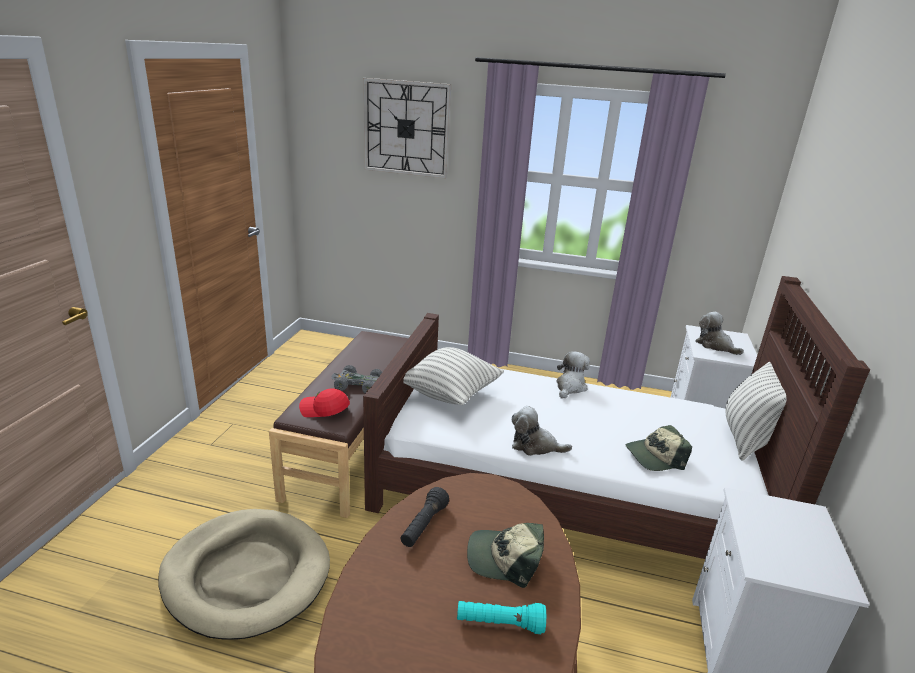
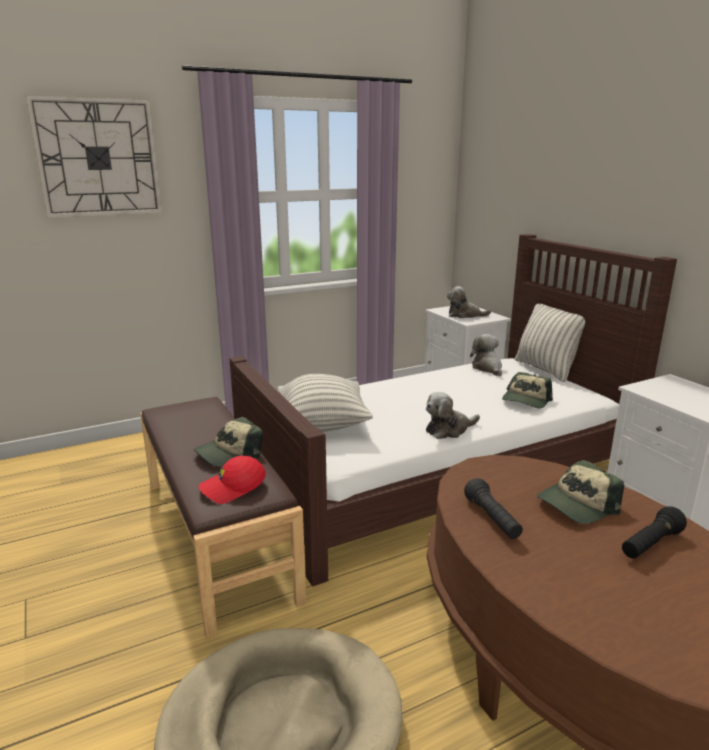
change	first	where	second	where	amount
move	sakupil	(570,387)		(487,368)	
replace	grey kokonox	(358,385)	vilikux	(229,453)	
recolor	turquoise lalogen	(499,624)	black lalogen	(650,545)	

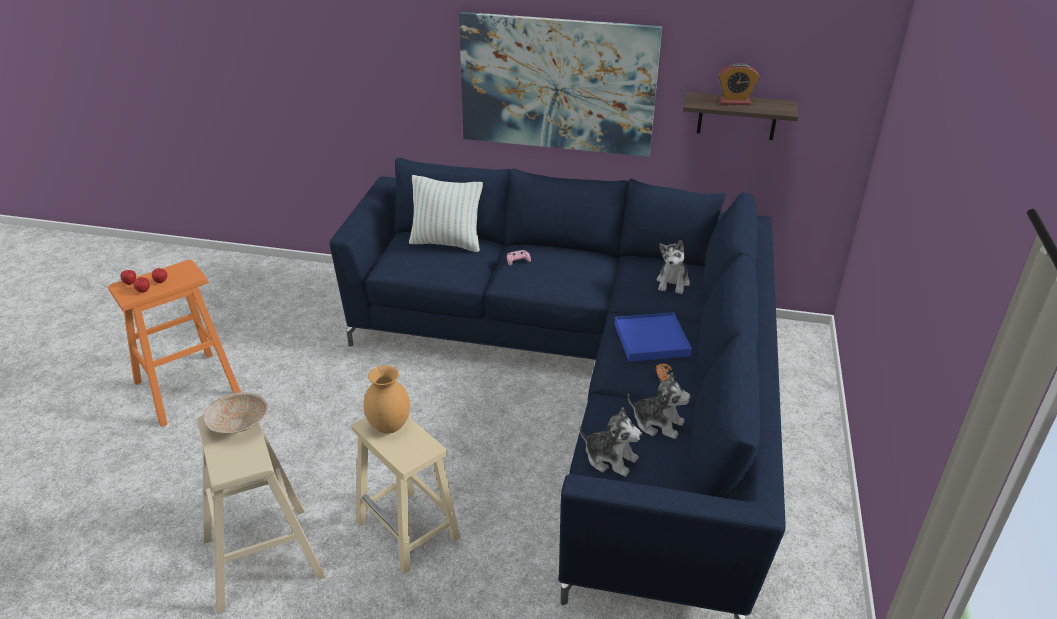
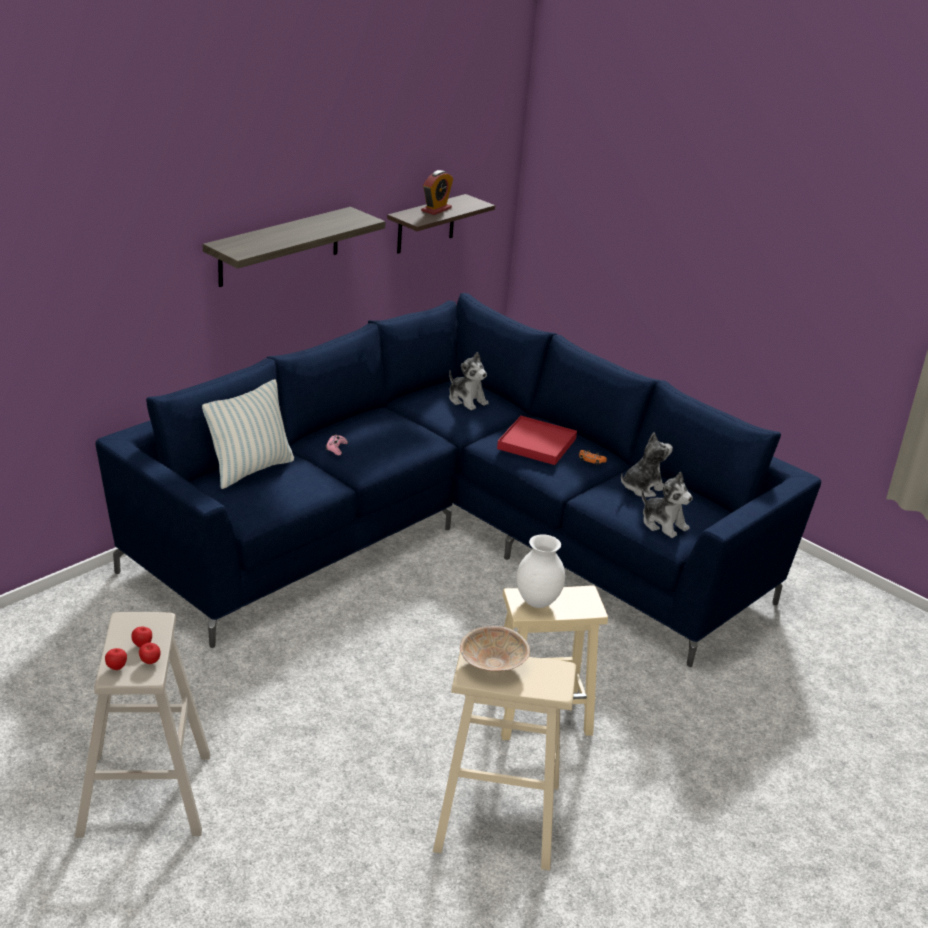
change	first	where	second	where	amount
replace	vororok	(557,84)	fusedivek	(279,247)	
recolor	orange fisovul	(187,388)	beige fisovul	(145,793)	
recolor	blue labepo	(651,340)	red labepo	(537,444)	
recolor	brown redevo	(388,427)	white redevo	(537,602)	
rotate	sakupil	(610,458)		(663,524)	75 degrees clockwise

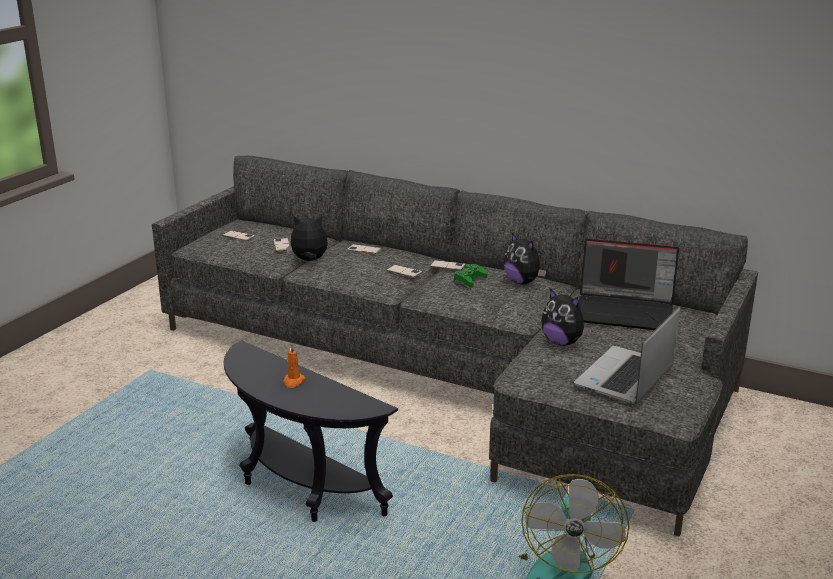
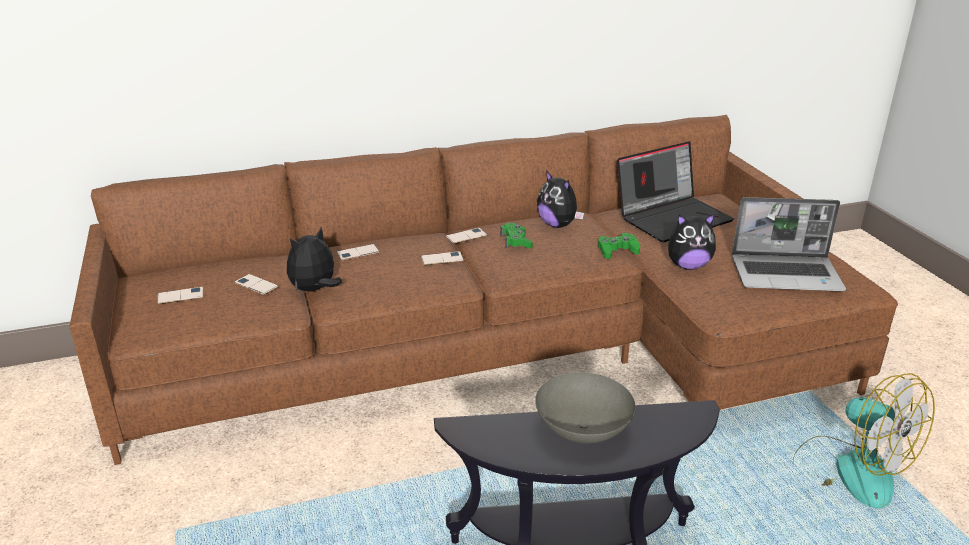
change	first	where	second	where	amount
recolor	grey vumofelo	(455,374)	brown vumofelo	(504,350)	
rotate	sakupil	(522,282)		(558,225)	45 degrees clockwise
rotate	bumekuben	(625,378)		(787,274)	75 degrees counterclockwise
replace	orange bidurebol	(293,381)	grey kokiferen	(582,432)	
insert			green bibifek	(617,250)	

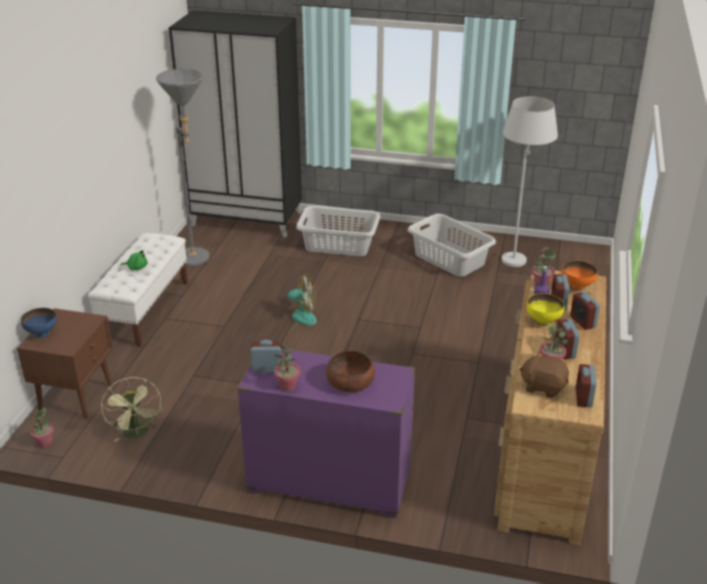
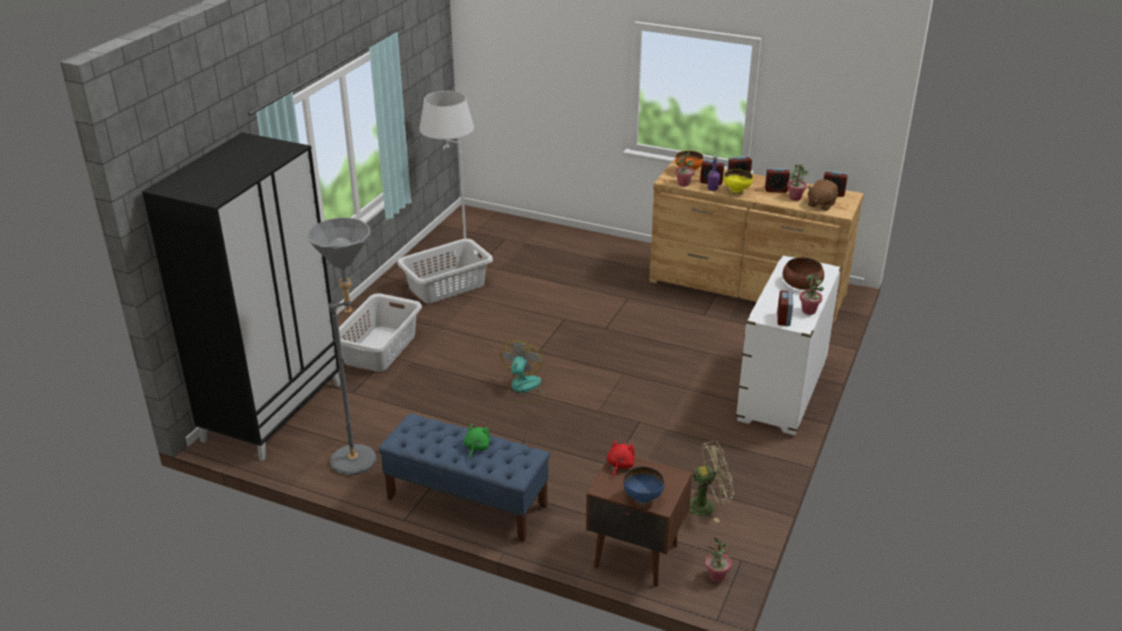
change	first	where	second	where	amount
recolor	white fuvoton	(145,310)	blue fuvoton	(466,502)	
recolor	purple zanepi	(329,482)	white zanepi	(782,391)	
insert			red sakupil	(620,465)	

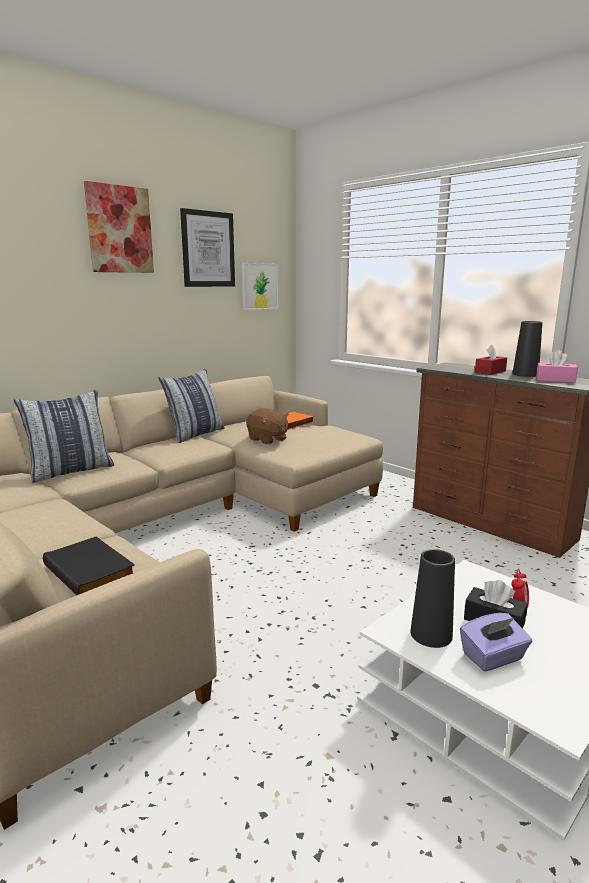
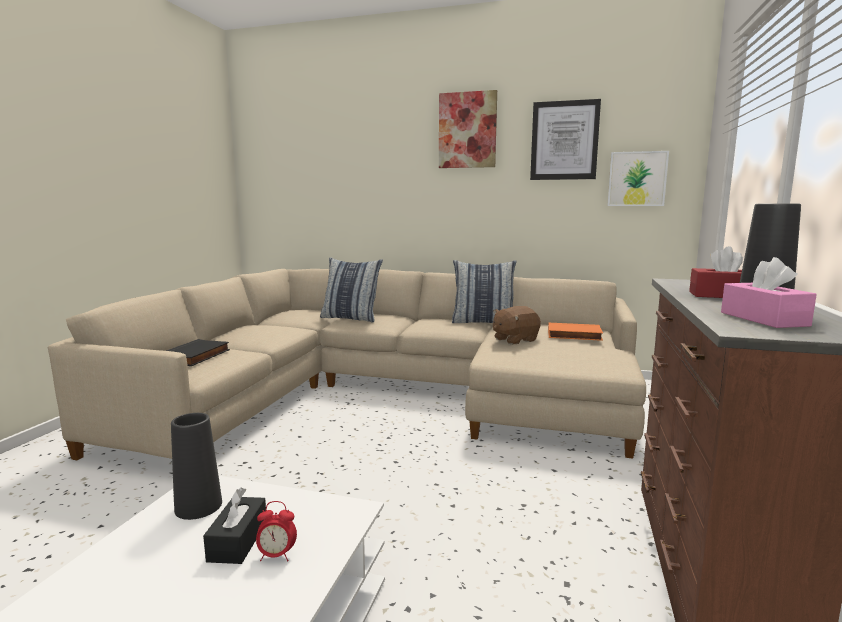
change	first	where	second	where	amount
rotate	brown sakupil	(267,439)		(514,340)	45 degrees clockwise
delete	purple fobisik	(493,657)			

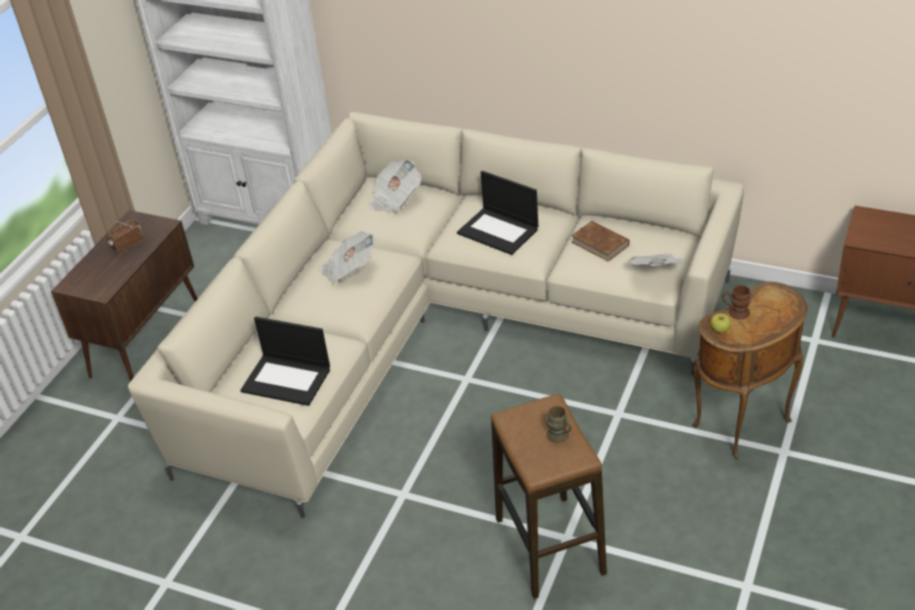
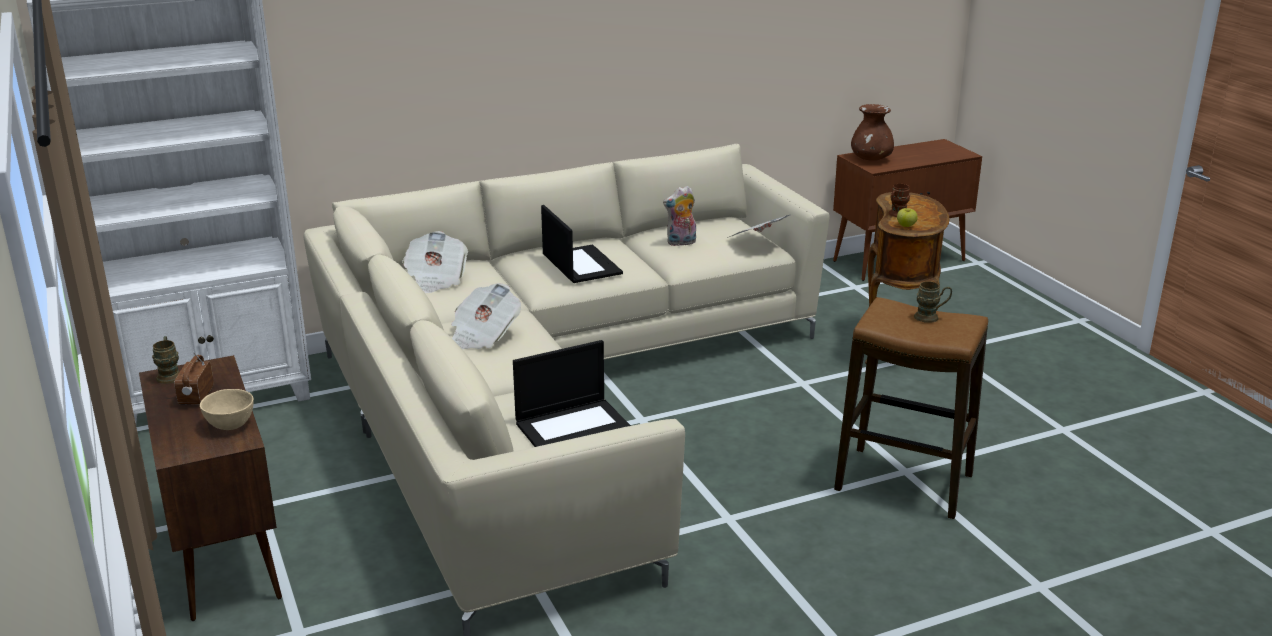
change	first	where	second	where	amount
rotate	bumekuben	(499,231)		(580,264)	105 degrees counterclockwise
replace	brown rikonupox	(600,243)	sakupil	(681,243)	
insert			brown redevo	(871,159)	
insert			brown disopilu	(169,375)	
insert			beige kokiferen	(230,425)	

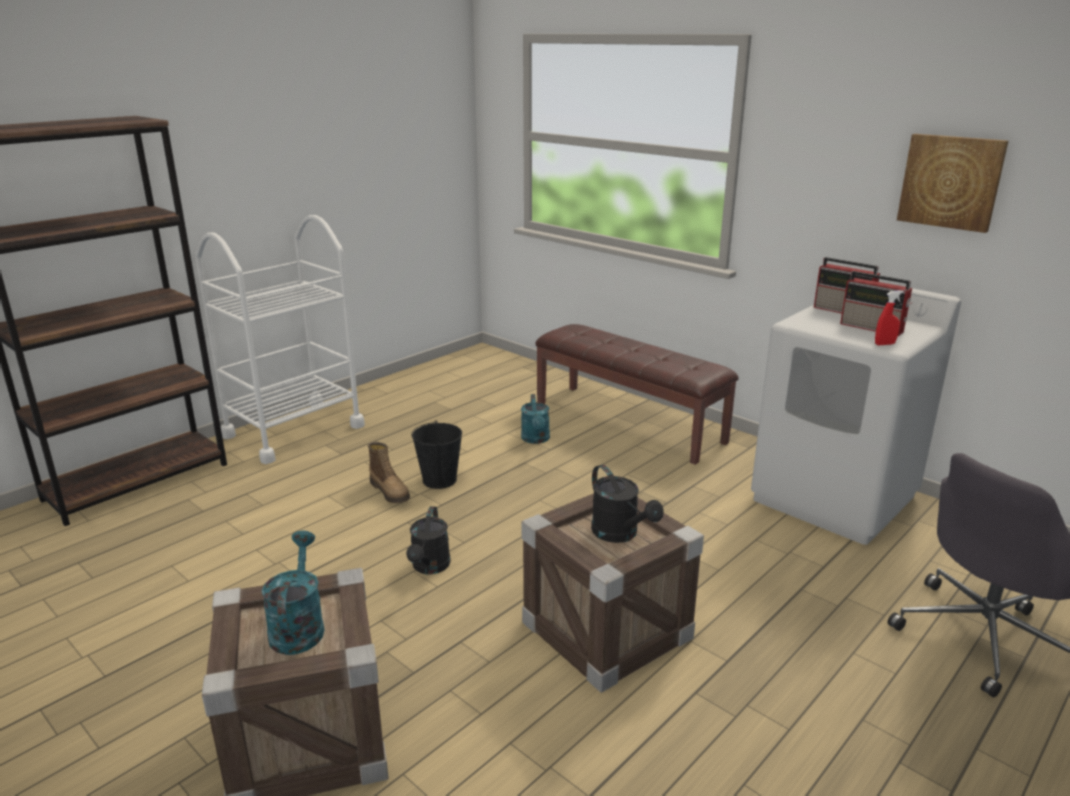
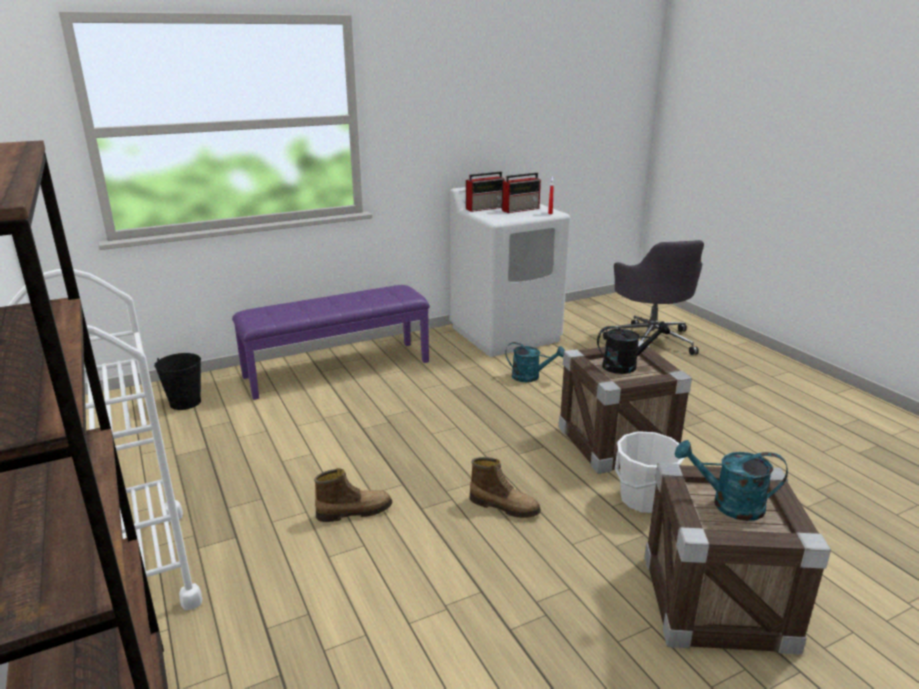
change	first	where	second	where	amount
delete	vororok	(951,182)			
recolor	brown fuvoton	(629,422)	purple fuvoton	(337,368)	
move	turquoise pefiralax	(536,439)		(531,377)	
move	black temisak	(440,480)		(185,402)	
replace	black pefiralax	(429,567)	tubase	(504,506)	
insert			white temisak	(644,499)	

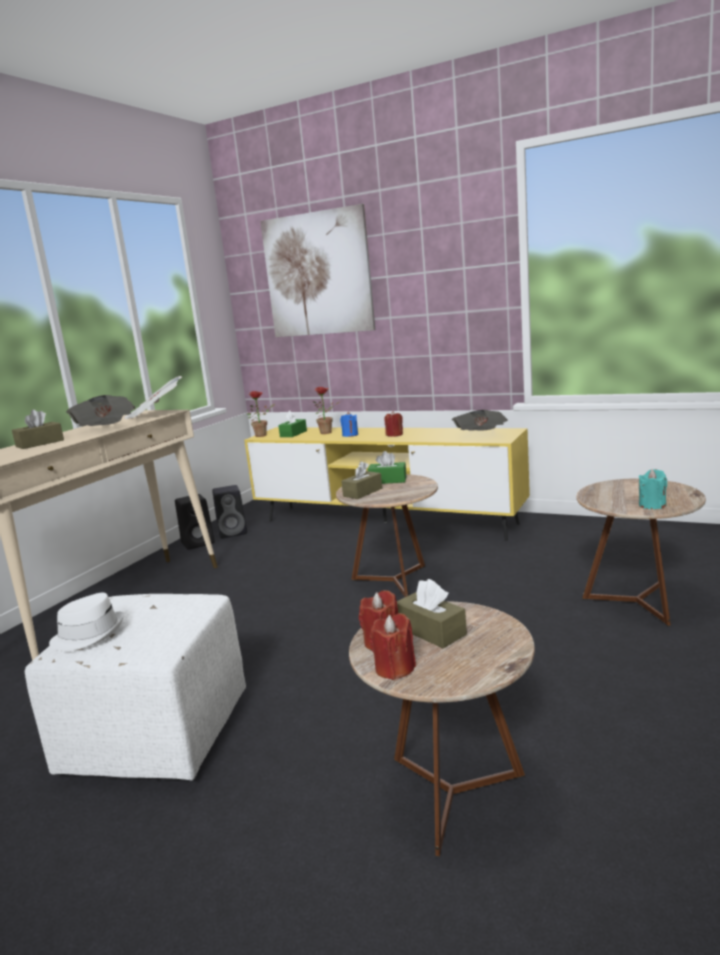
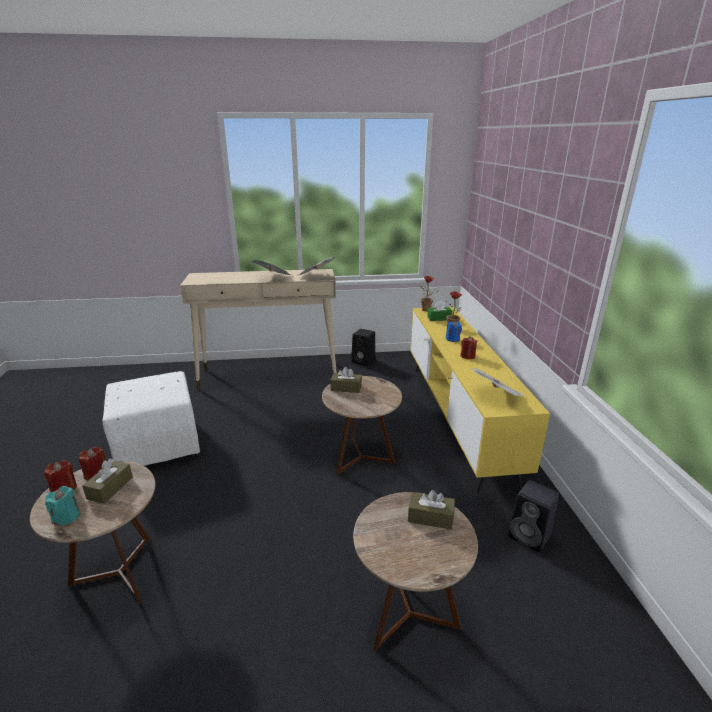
change	first	where	second	where	amount
delete	vororok	(318,274)			
move	brown fobisik	(40,443)		(430,517)	
delete	green fobisik	(387,480)			
move	turquoise bidurebol	(652,505)		(67,517)	
move	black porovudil	(233,532)		(530,536)	
delete	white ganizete	(89,634)			

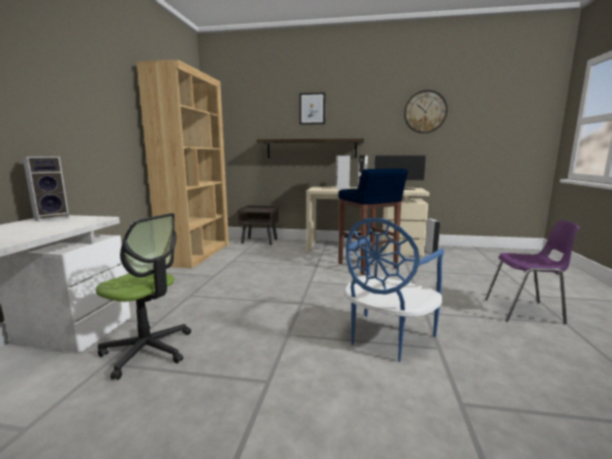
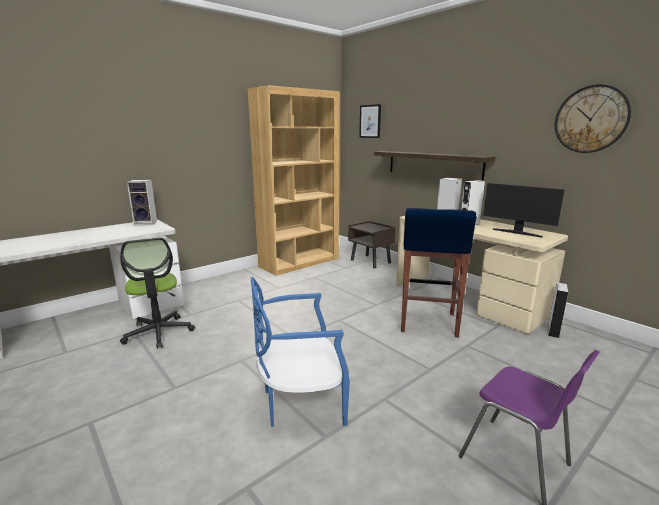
change	first	where	second	where	amount
move	vororok	(312,108)		(370,121)	

